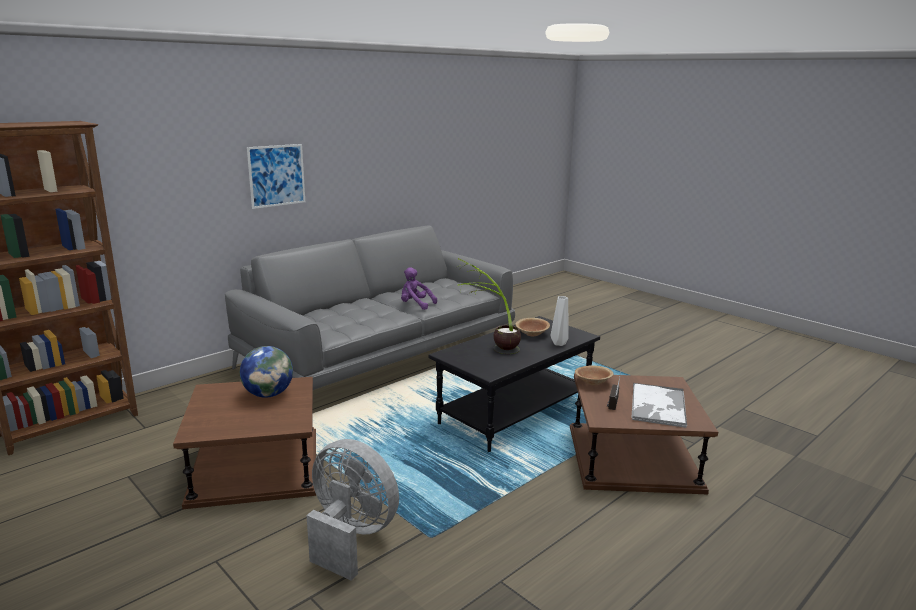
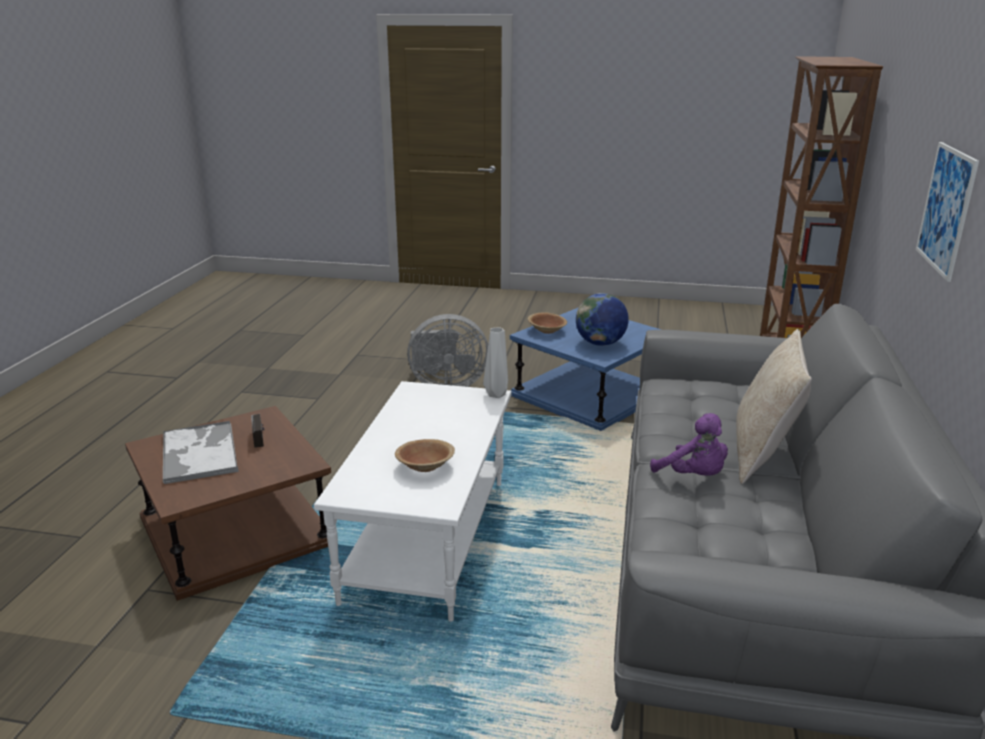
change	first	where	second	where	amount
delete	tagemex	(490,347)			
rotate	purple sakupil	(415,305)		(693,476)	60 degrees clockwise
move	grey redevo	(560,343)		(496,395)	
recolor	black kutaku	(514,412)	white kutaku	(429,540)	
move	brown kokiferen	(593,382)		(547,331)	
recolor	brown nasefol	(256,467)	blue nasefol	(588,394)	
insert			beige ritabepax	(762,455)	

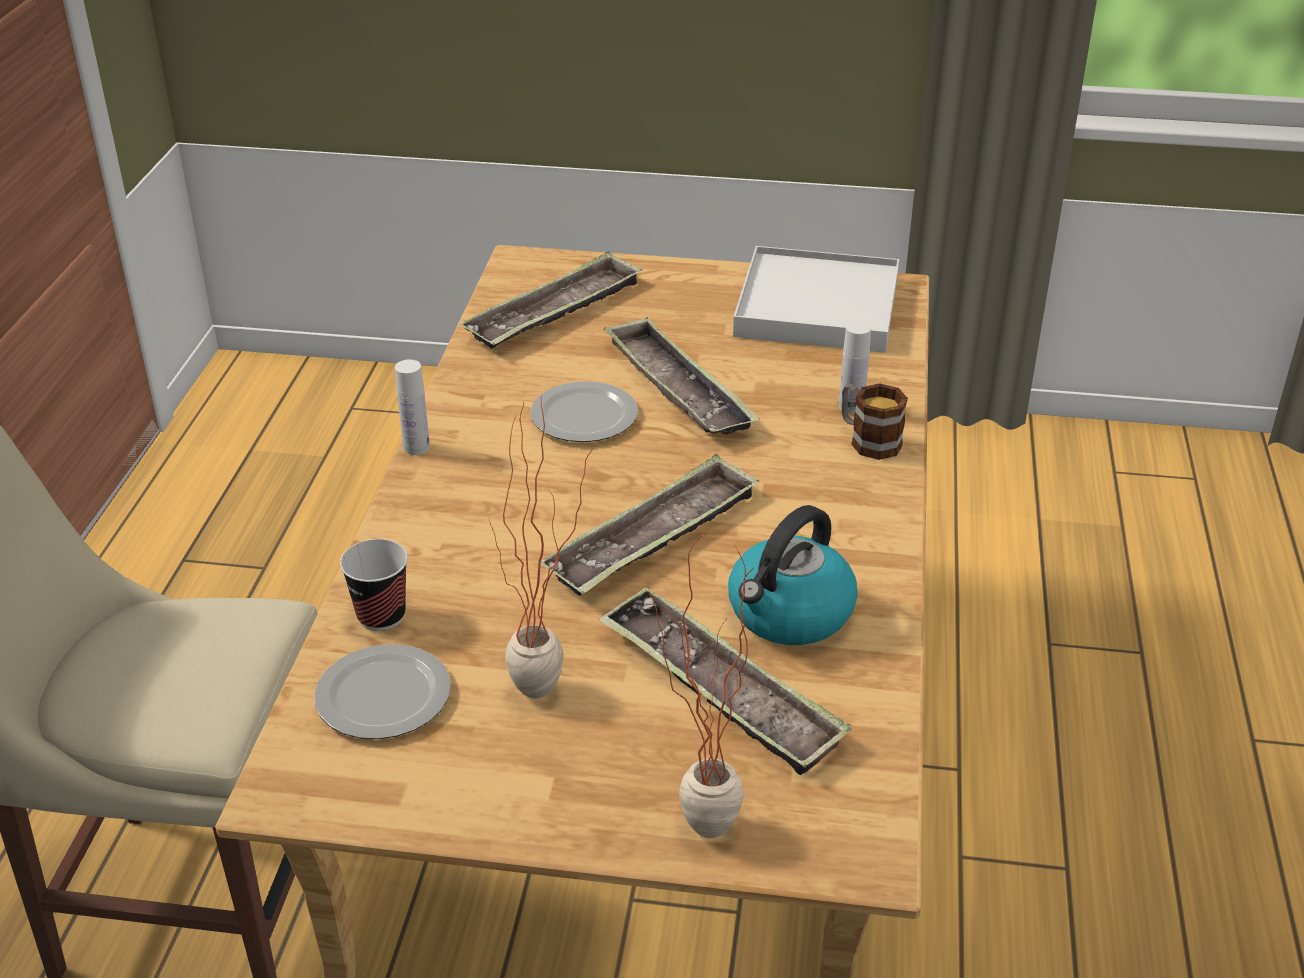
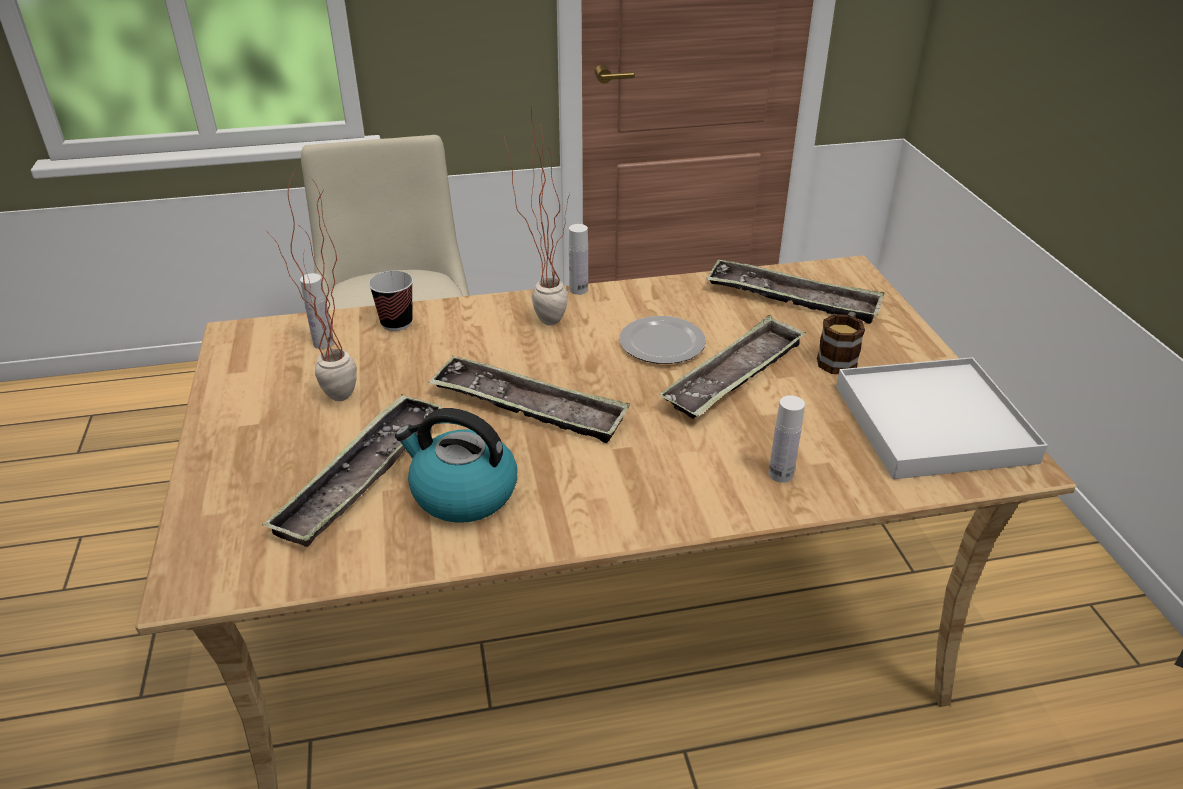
change	first	where	second	where	amount
move	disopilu	(868,440)		(839,358)	
move	tagemex	(692,835)		(542,317)	
replace	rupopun	(384,694)	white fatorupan	(323,343)	

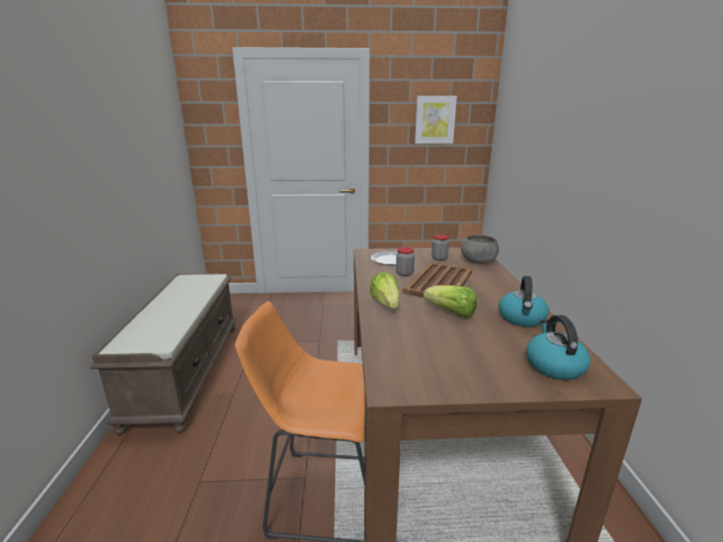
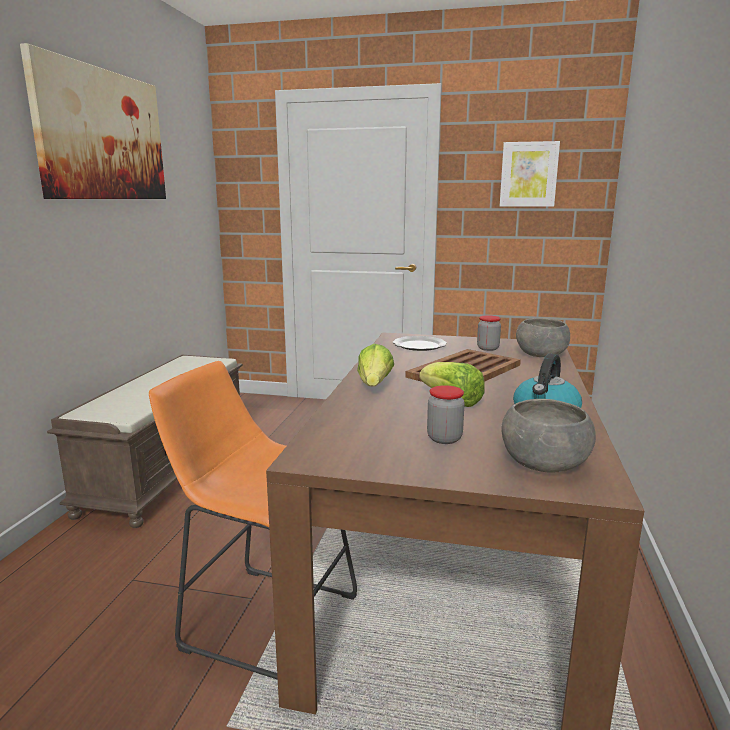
change	first	where	second	where	amount
move	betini	(404,273)		(444,438)	
replace	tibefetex	(553,365)	grey kokiferen	(544,463)	
insert			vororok	(103,135)	

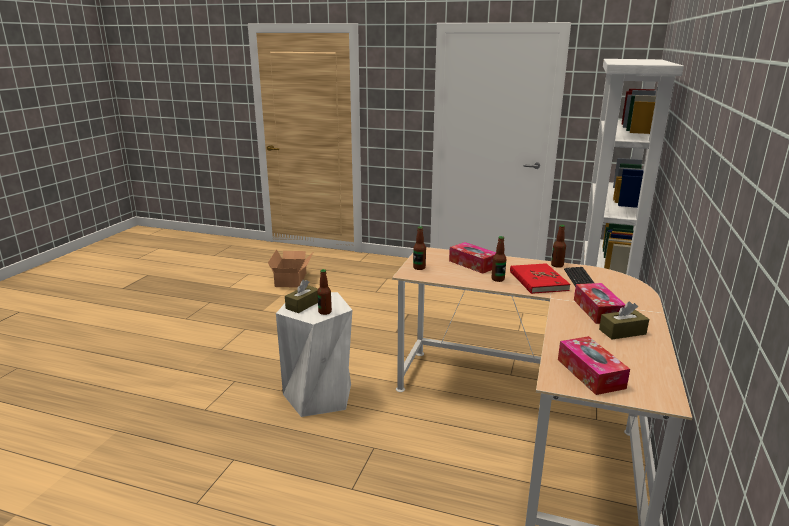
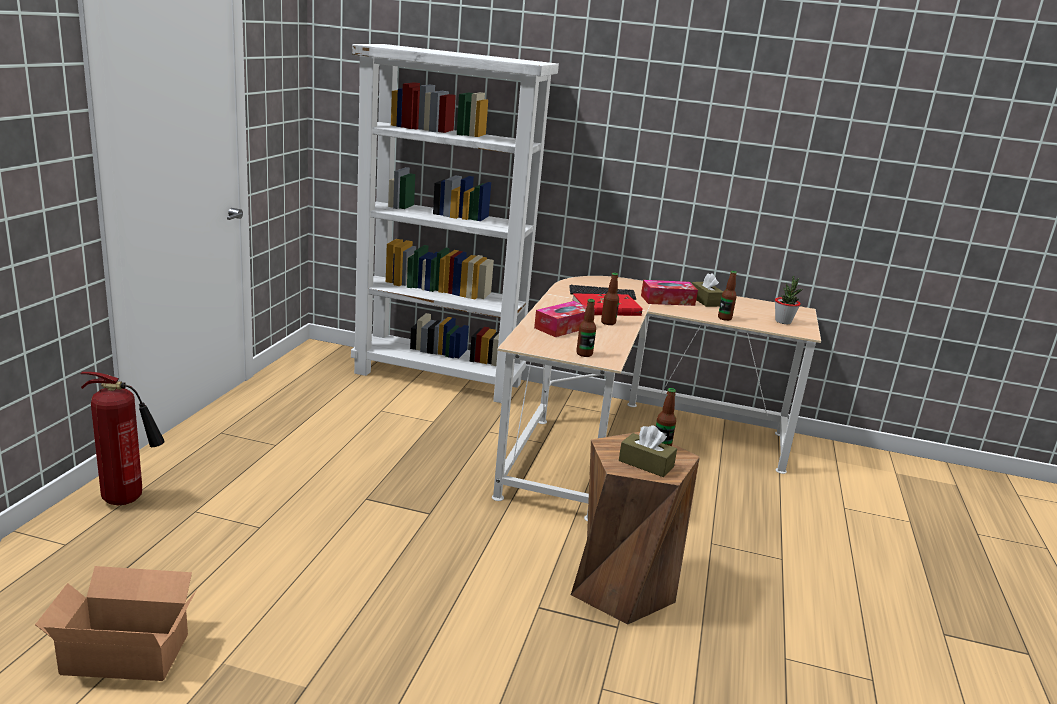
change	first	where	second	where	amount
move	fatorupan	(557,265)		(724,318)	
recolor	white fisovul	(319,395)	brown fisovul	(621,587)	
replace	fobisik	(590,373)	tagemex	(783,321)	
insert			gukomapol	(128,499)	

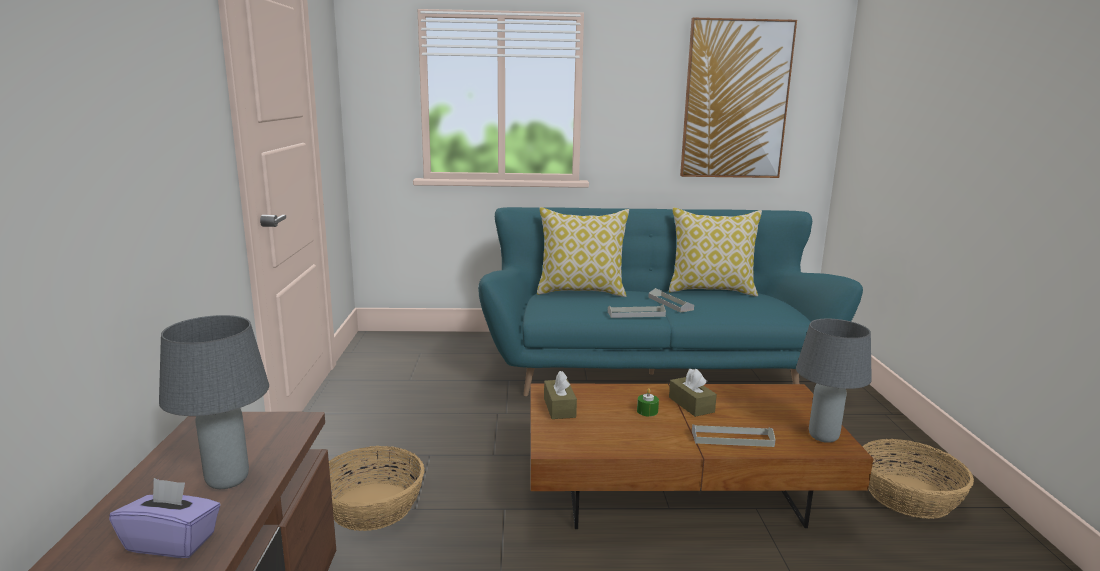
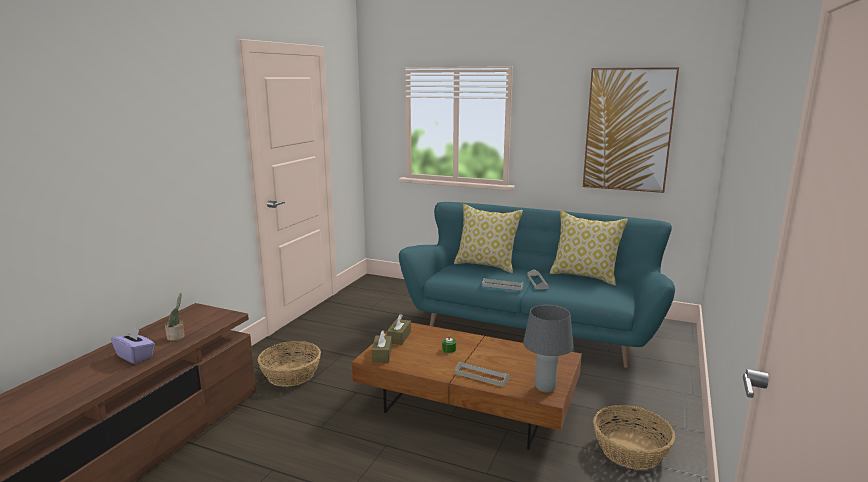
change	first	where	second	where	amount
replace	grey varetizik	(227,481)	tagemex	(177,337)	
move	brown fobisik	(691,405)		(382,355)	

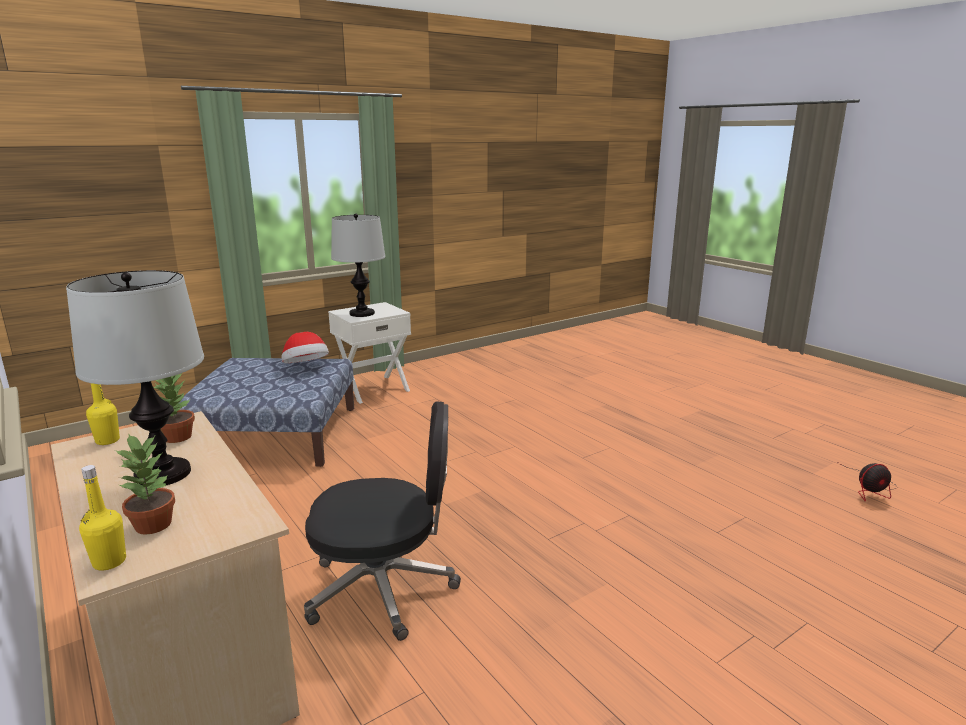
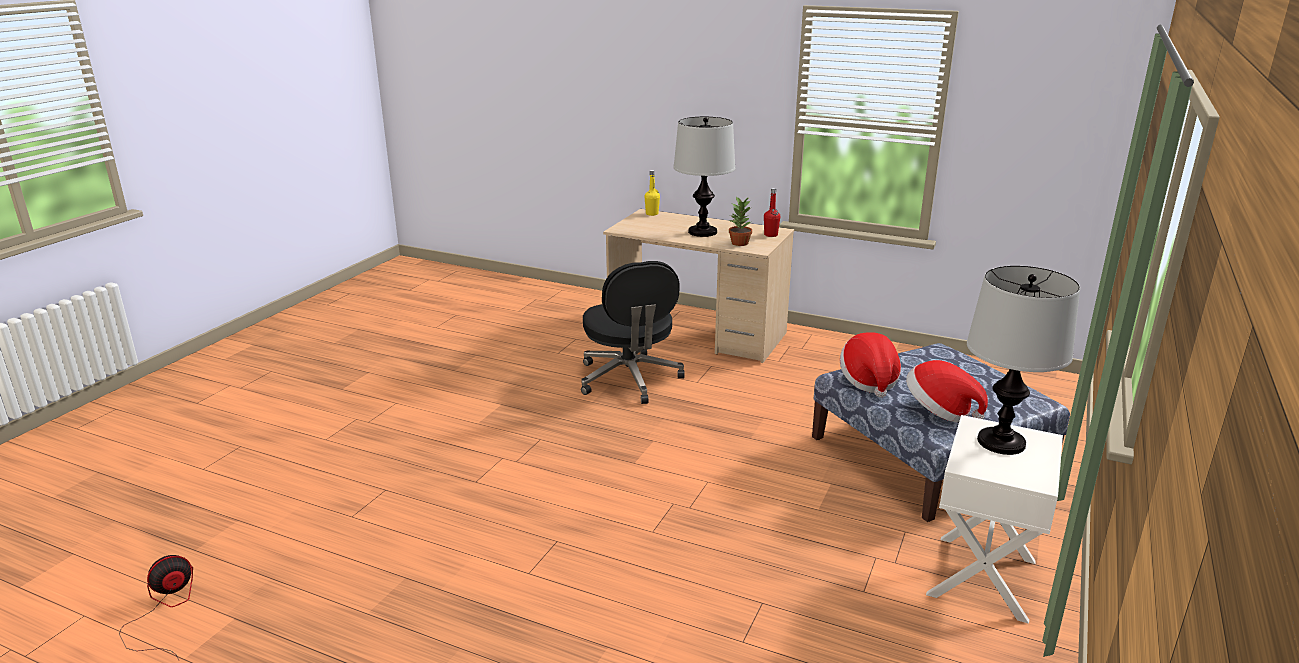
change	first	where	second	where	amount
recolor	yellow fatorupan	(107,440)	red fatorupan	(771,235)	
rotate	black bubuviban	(384,588)		(629,379)	75 degrees counterclockwise
delete	tagemex	(154,524)			
insert			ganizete	(869,381)	

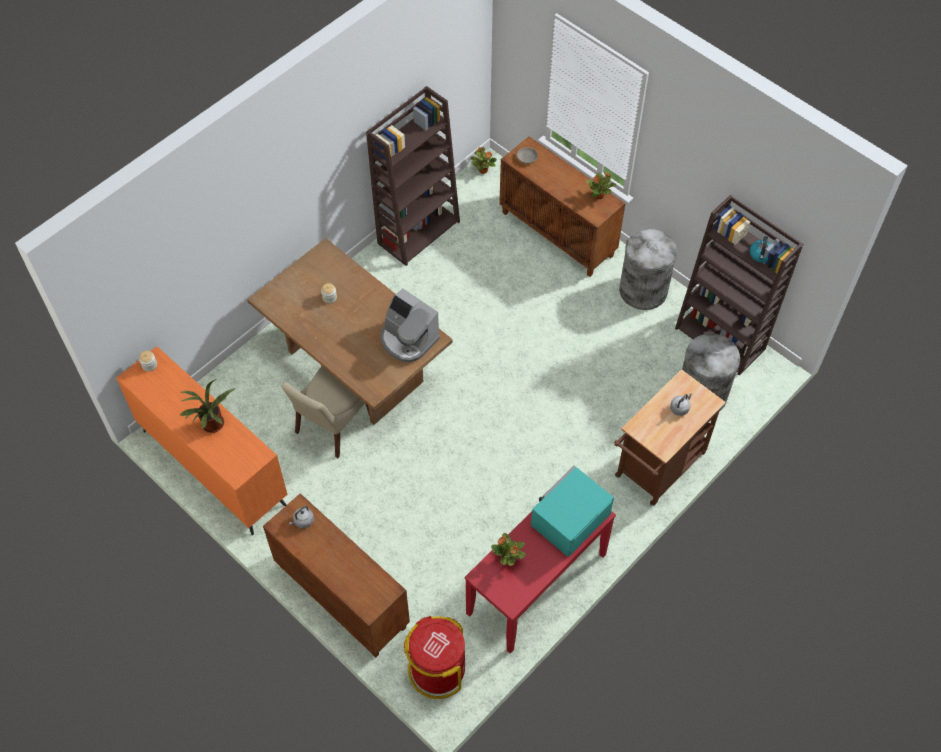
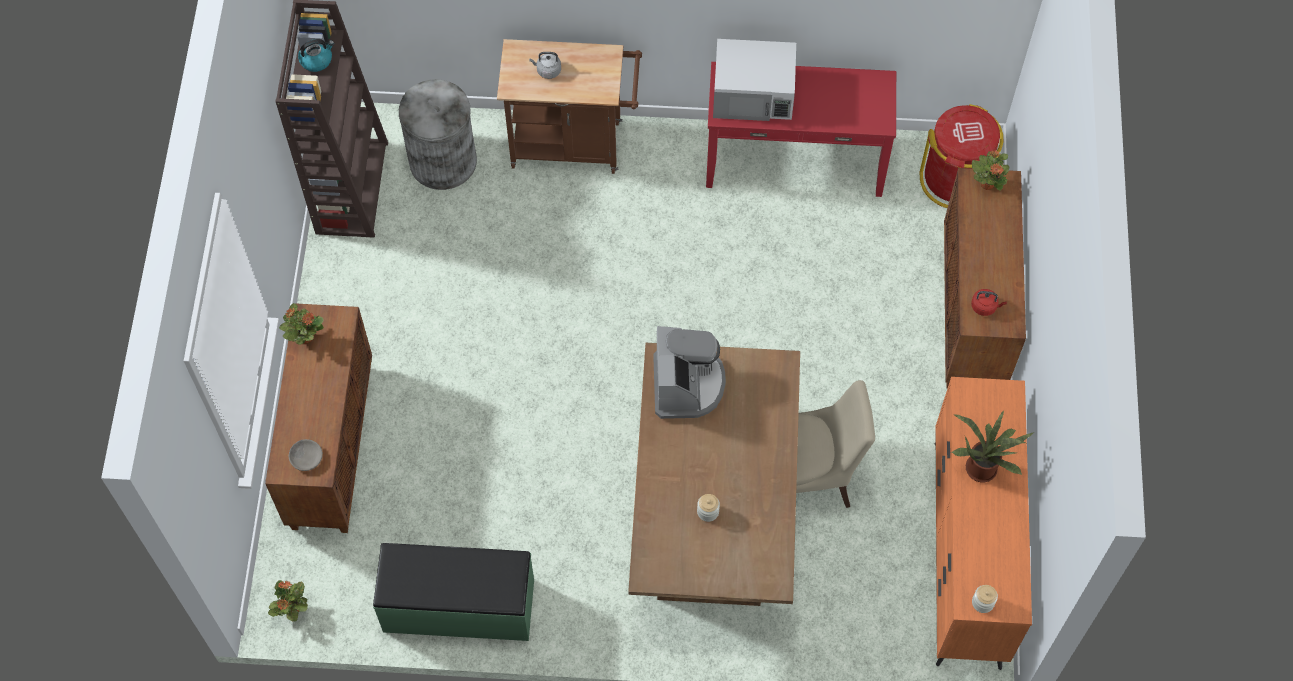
change	first	where	second	where	amount
replace	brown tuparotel	(418,231)	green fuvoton	(459,607)	
delete	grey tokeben	(643,290)			
recolor	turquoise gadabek	(569,519)	white gadabek	(754,93)	
recolor	grey tibefetex	(303,521)	red tibefetex	(985,306)	
move	tagemex	(508,559)		(987,183)	

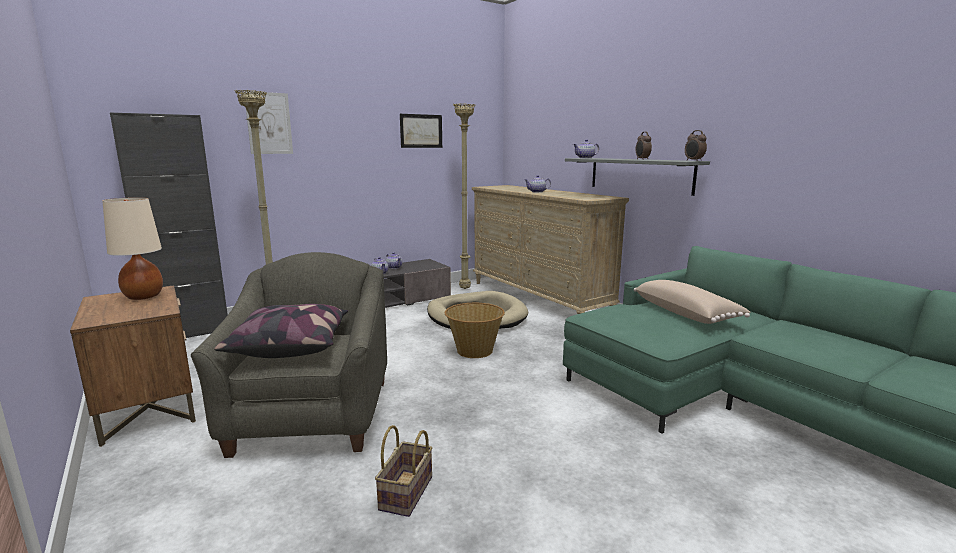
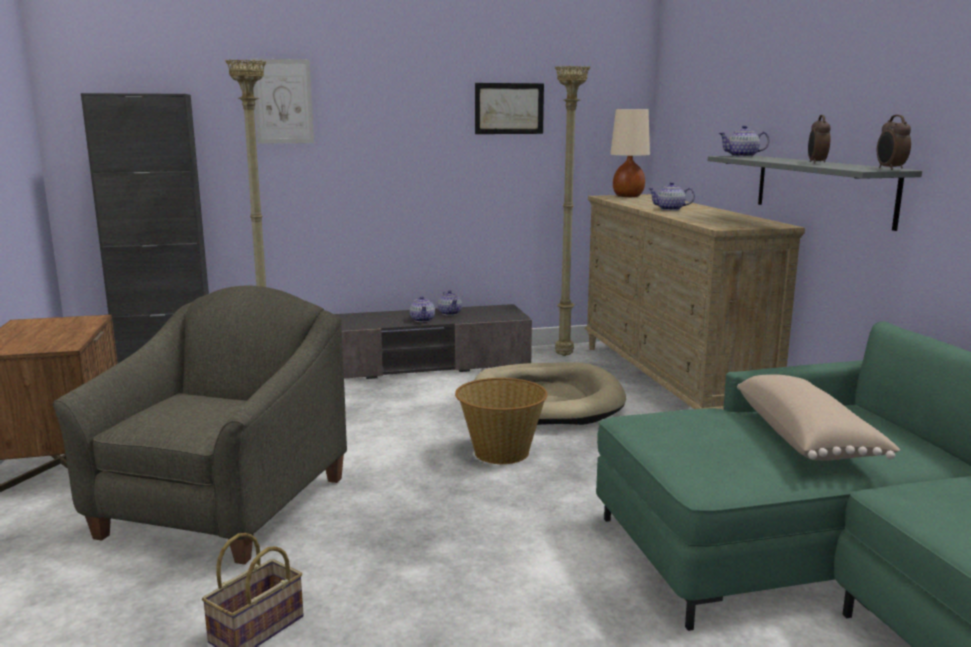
change	first	where	second	where	amount
move	beige varetizik	(144,296)		(628,196)	
delete	ritabepax	(290,346)			

